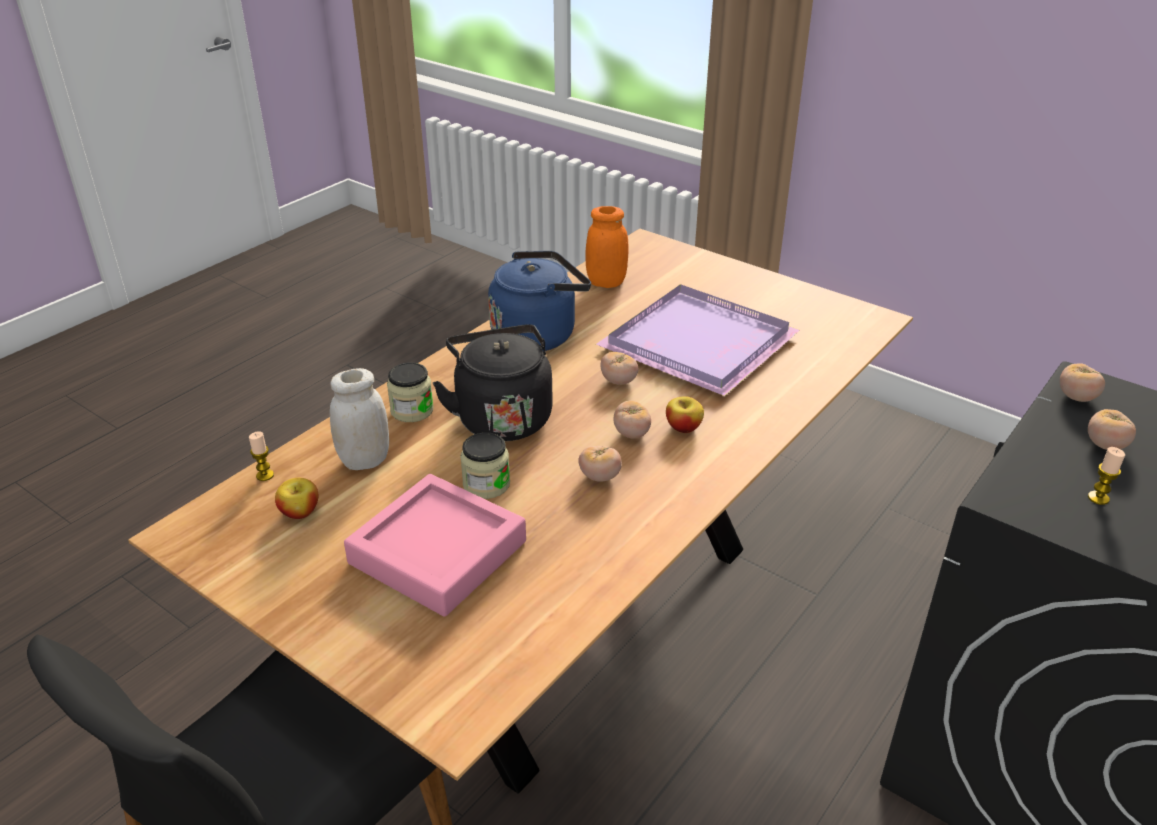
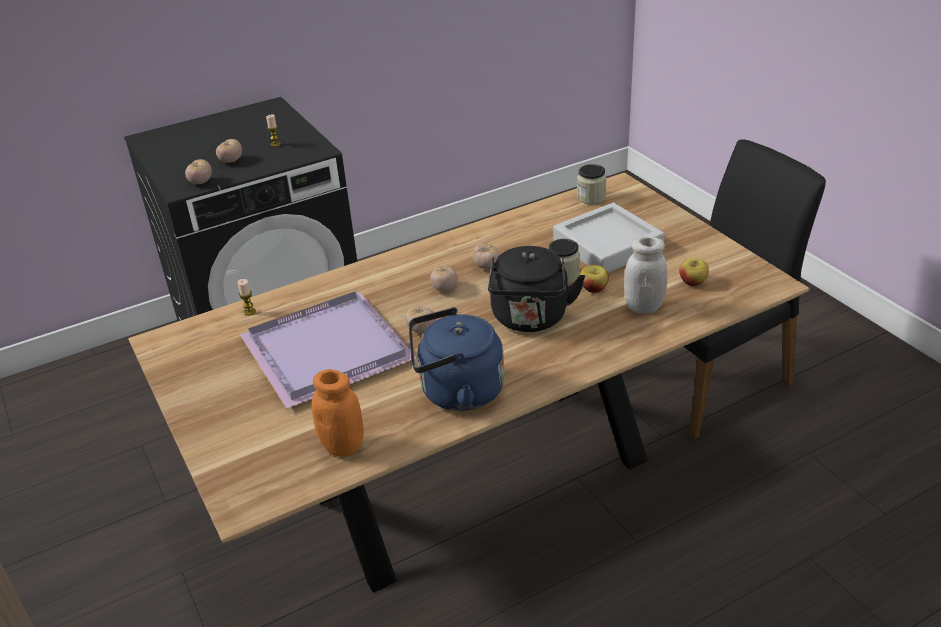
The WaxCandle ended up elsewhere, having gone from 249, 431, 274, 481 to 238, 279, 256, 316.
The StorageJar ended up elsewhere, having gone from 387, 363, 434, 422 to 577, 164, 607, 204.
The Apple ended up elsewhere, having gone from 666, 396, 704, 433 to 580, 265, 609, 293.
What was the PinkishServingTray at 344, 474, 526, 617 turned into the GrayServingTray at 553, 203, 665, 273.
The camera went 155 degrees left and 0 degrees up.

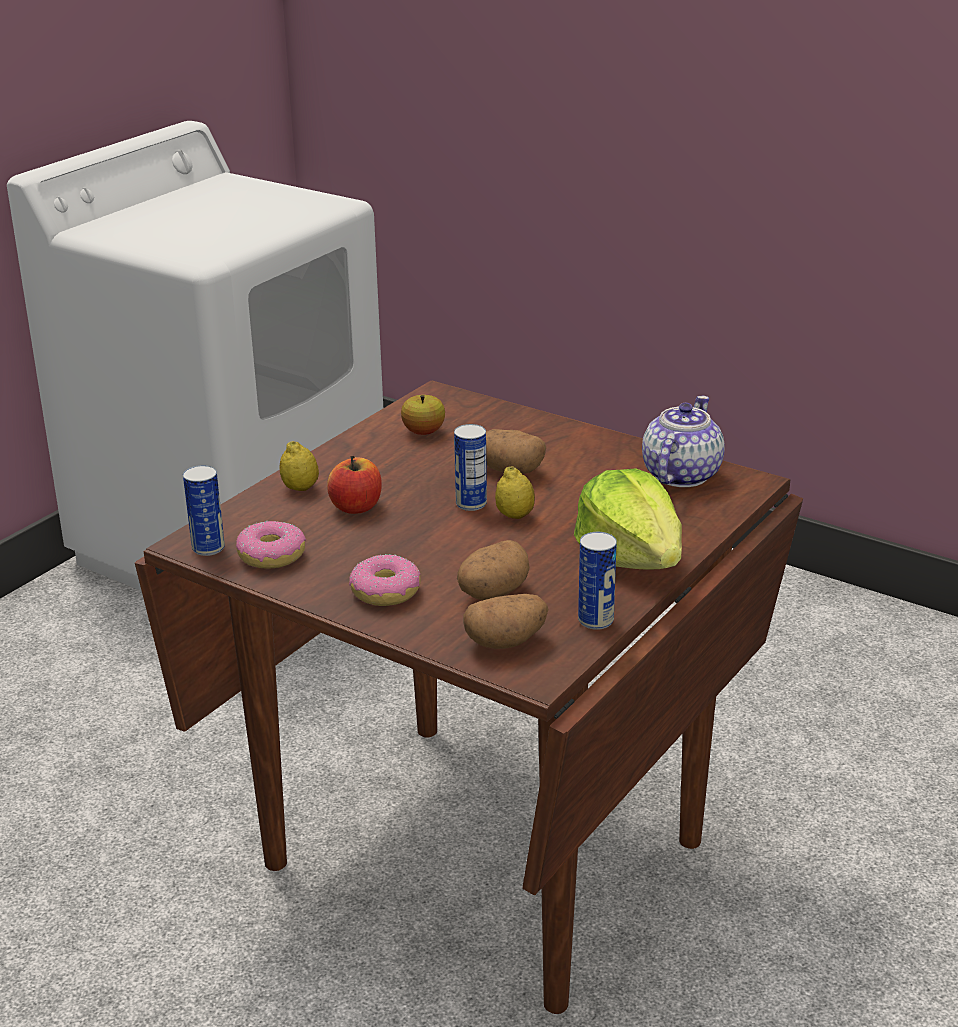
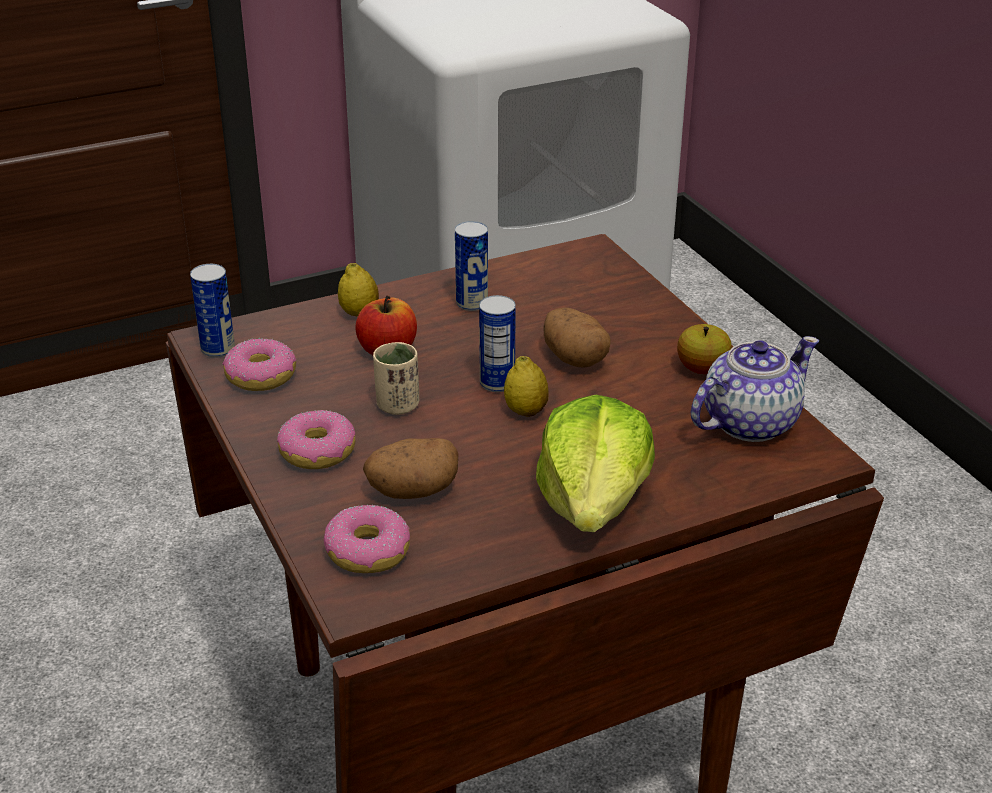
The second view gained the BeigeDrinkingCup at 373, 342, 419, 415.
The Apple ended up elsewhere, having gone from 401, 395, 445, 435 to 677, 324, 732, 374.
The Can ended up elsewhere, having gone from 578, 532, 617, 630 to 455, 221, 488, 311.
Where the Potato stood at 463, 594, 548, 649, the Doughnut came to stand at 324, 505, 410, 573.
The camera went 30 degrees right and 5 degrees up.

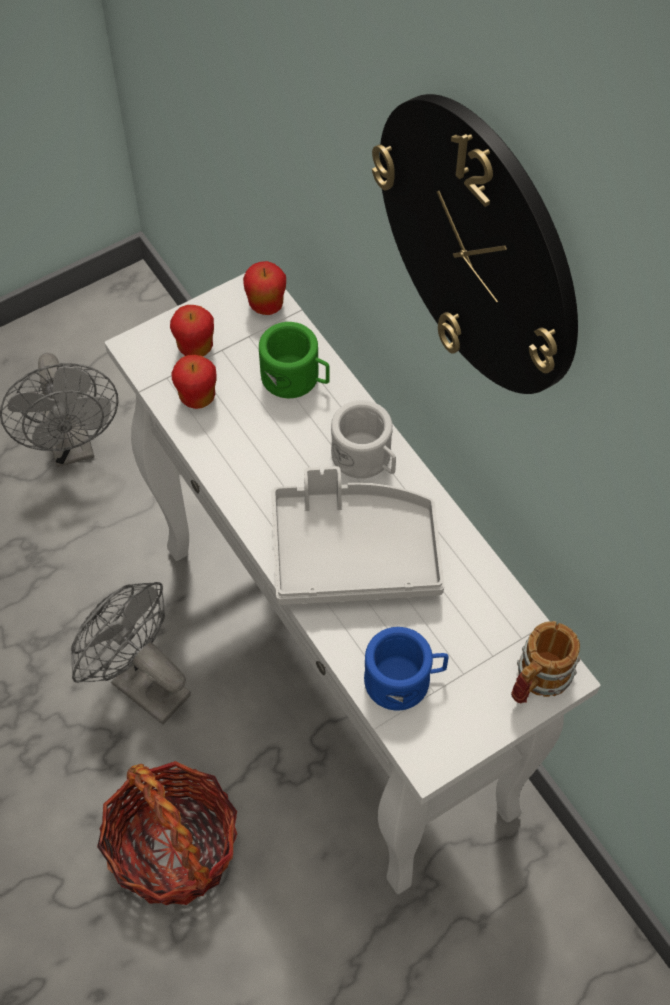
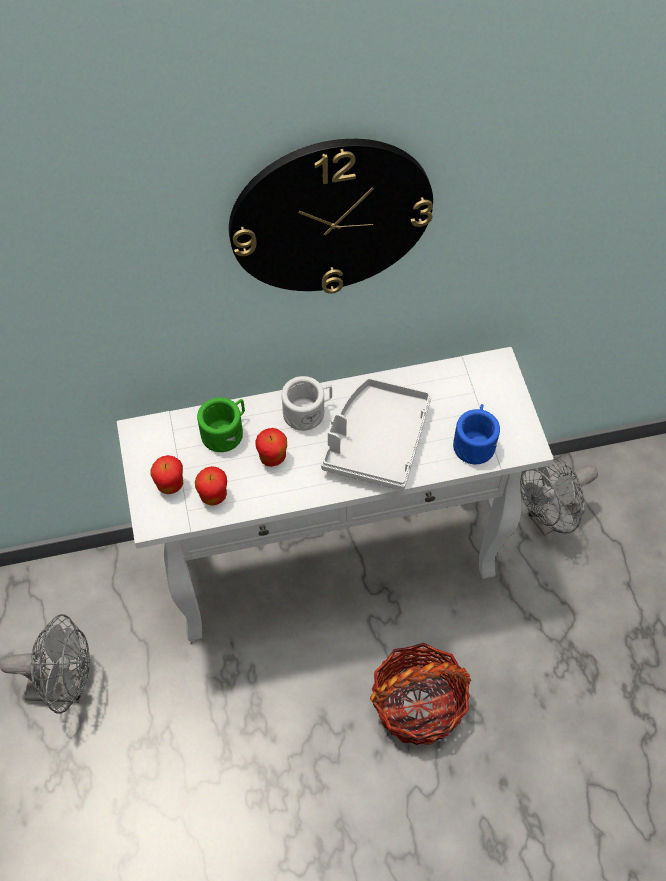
The second view lost the CoffeeMug at 511, 621, 580, 703.
The GrayCoolingFan ended up elsewhere, having gone from 71, 582, 191, 725 to 520, 455, 598, 536.
The Apple ended up elsewhere, having gone from 243, 261, 286, 315 to 255, 428, 287, 467.
The camera went 70 degrees left and 0 degrees up.

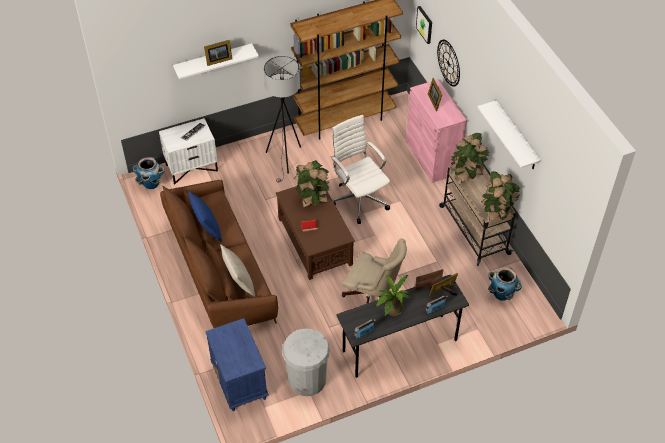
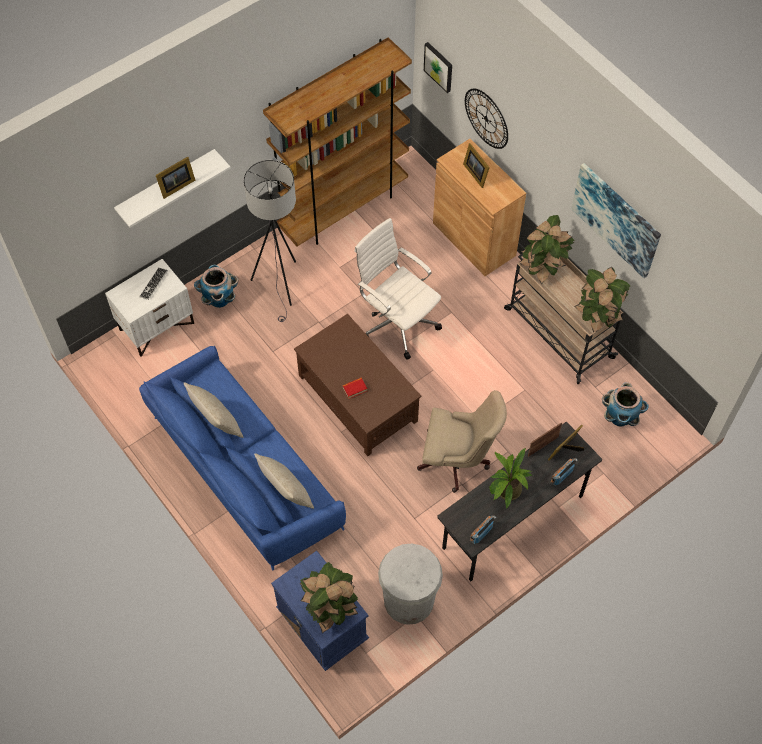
The Planter ended up elsewhere, having gone from 132, 157, 164, 189 to 194, 265, 238, 308.
The PlantInAPot ended up elsewhere, having gone from 293, 160, 329, 208 to 300, 562, 358, 633.
Where the WhiteColouredBracketShelf hung at 477, 101, 541, 169, the Picture came to hang at 571, 163, 661, 278.
What was the BrownColouredSettee at 160, 180, 278, 328 turned into the BlueColouredSettee at 139, 346, 346, 570.
What was the BlueColouredPillow at 188, 191, 222, 242 turned into the BeigePillow at 184, 382, 243, 438.
What was the PinkishStorageCabinet at 406, 80, 467, 183 turned into the BrownColouredStorageCabinet at 433, 139, 526, 276.
The camera went 15 degrees left and 10 degrees up.

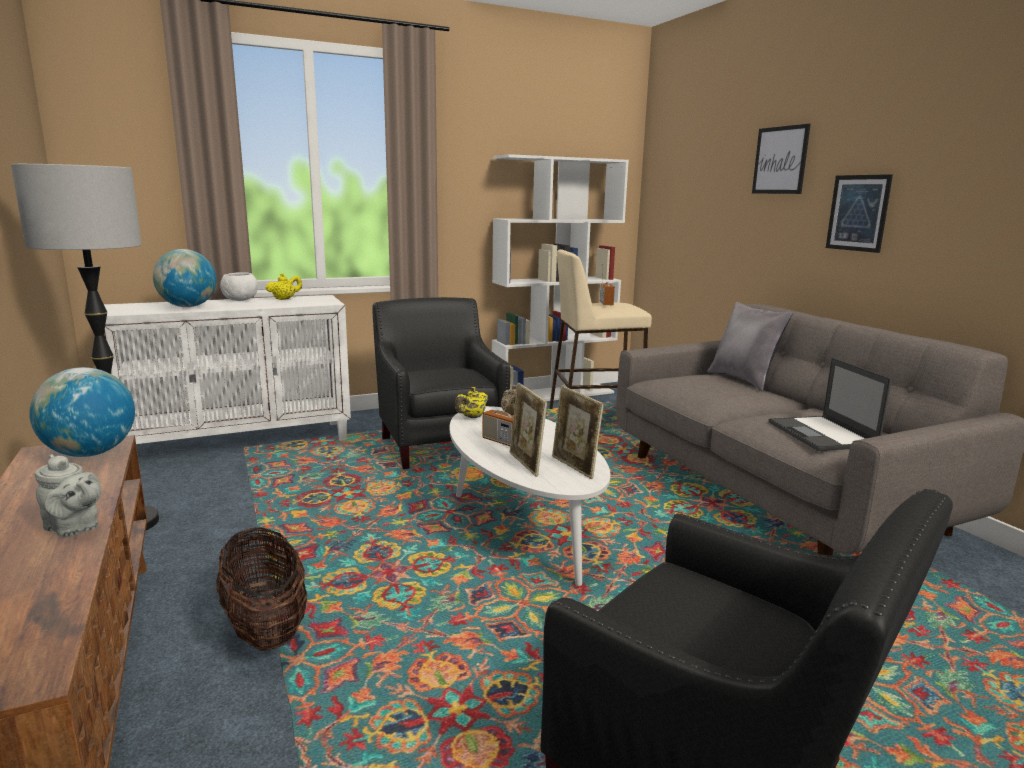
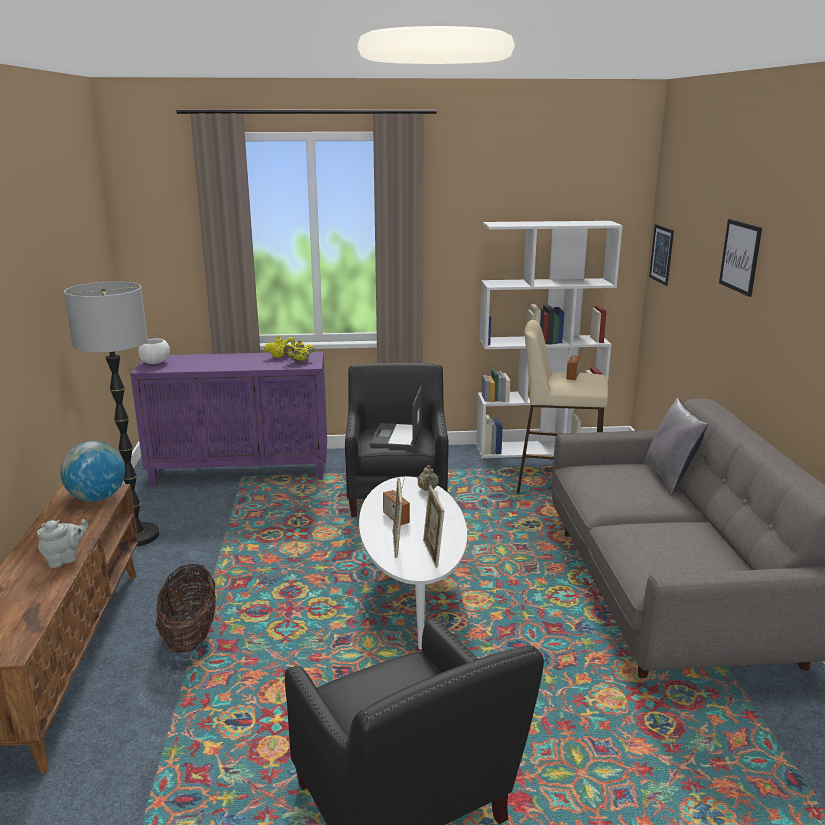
The second view lost the Globe at 153, 249, 216, 307.
The WhiteColouredDeepDish ended up elsewhere, having gone from 220, 272, 258, 301 to 138, 338, 170, 364.
The YellowColouredPotForTea ended up elsewhere, having gone from 455, 387, 488, 418 to 284, 340, 314, 362.
The NotebookComputer ended up elsewhere, having gone from 769, 358, 892, 451 to 370, 386, 422, 448.
The Picture ended up elsewhere, having gone from 826, 174, 893, 253 to 649, 224, 674, 286.
What was the WhiteColouredStorageCabinet at 104, 295, 351, 444 turned into the PurpleColouredStorageCabinet at 130, 351, 327, 486.
The GrayPotForTea at 35, 454, 101, 536 ended up facing another way, 90 degrees counterclockwise from before.
The camera went 20 degrees right and 5 degrees up.

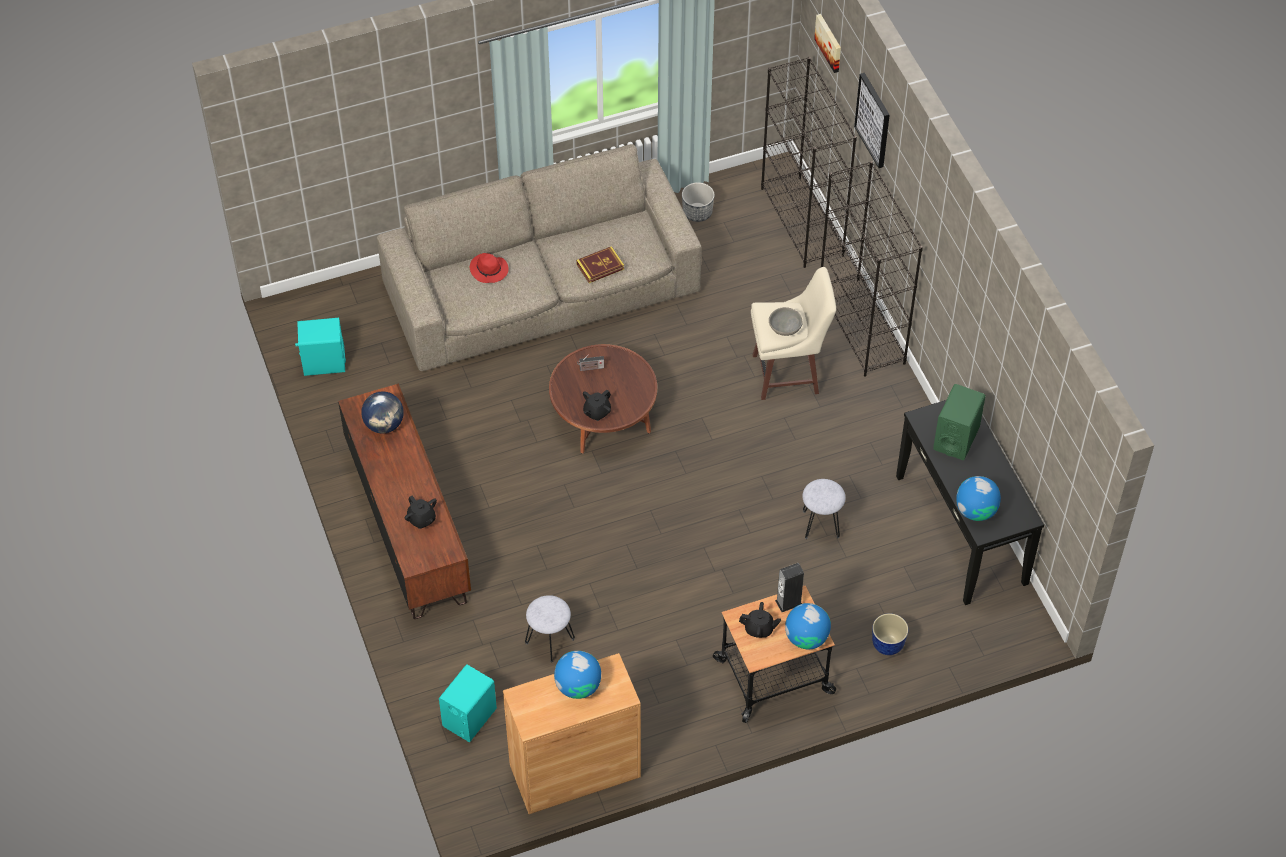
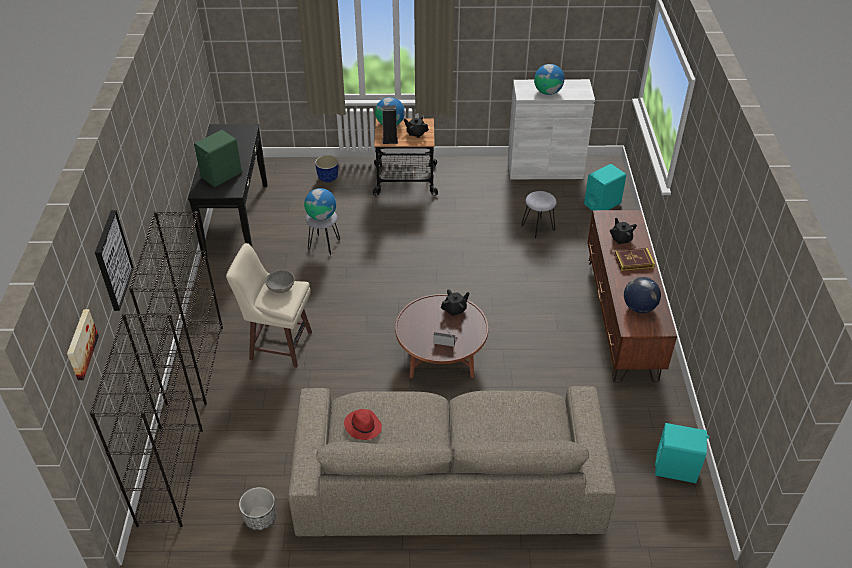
The RedWearableHat ended up elsewhere, having gone from 470, 253, 508, 283 to 344, 409, 382, 440.
The BoundBook ended up elsewhere, having gone from 576, 246, 624, 283 to 614, 248, 655, 271.
The Globe ended up elsewhere, having gone from 956, 476, 1001, 521 to 304, 188, 336, 220.
What was the BrownColouredStorageCabinet at 503, 653, 641, 814 turned into the WhiteColouredStorageCabinet at 508, 79, 595, 179.
The camera went 160 degrees left and 10 degrees down.

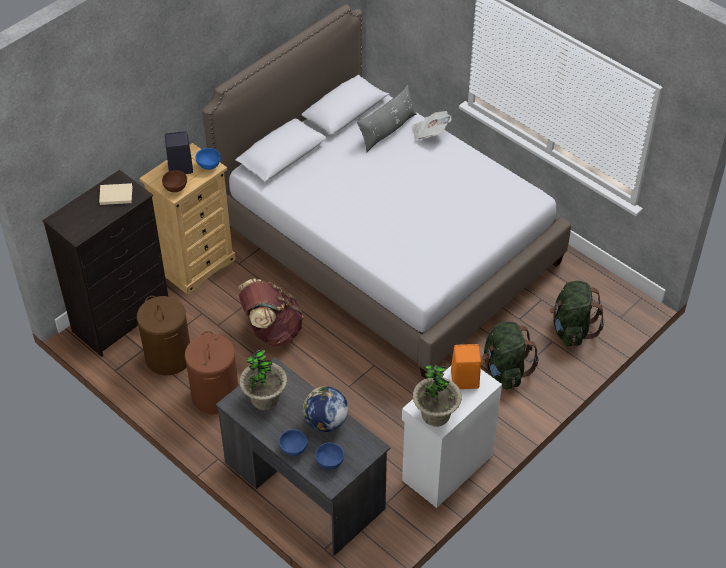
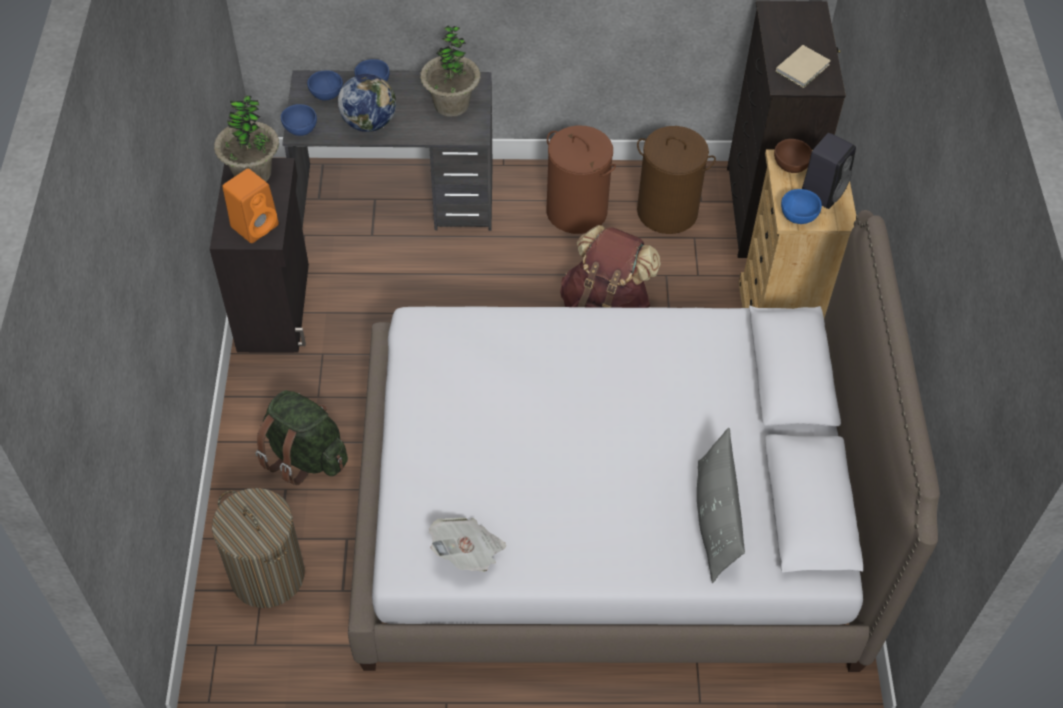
The second view gained the BlueColouredDeepDish at 281, 104, 317, 136.
The Newspaper ended up elsewhere, having gone from 412, 111, 451, 140 to 429, 518, 506, 572.
Where the GreenRucksack stood at 549, 281, 605, 346, the Hamper came to stand at 212, 488, 305, 608.
What was the WhiteColouredStorageCabinet at 402, 366, 502, 508 turned into the BlackishStorageCabinet at 210, 158, 309, 353.
The camera went 135 degrees right and 5 degrees up.

